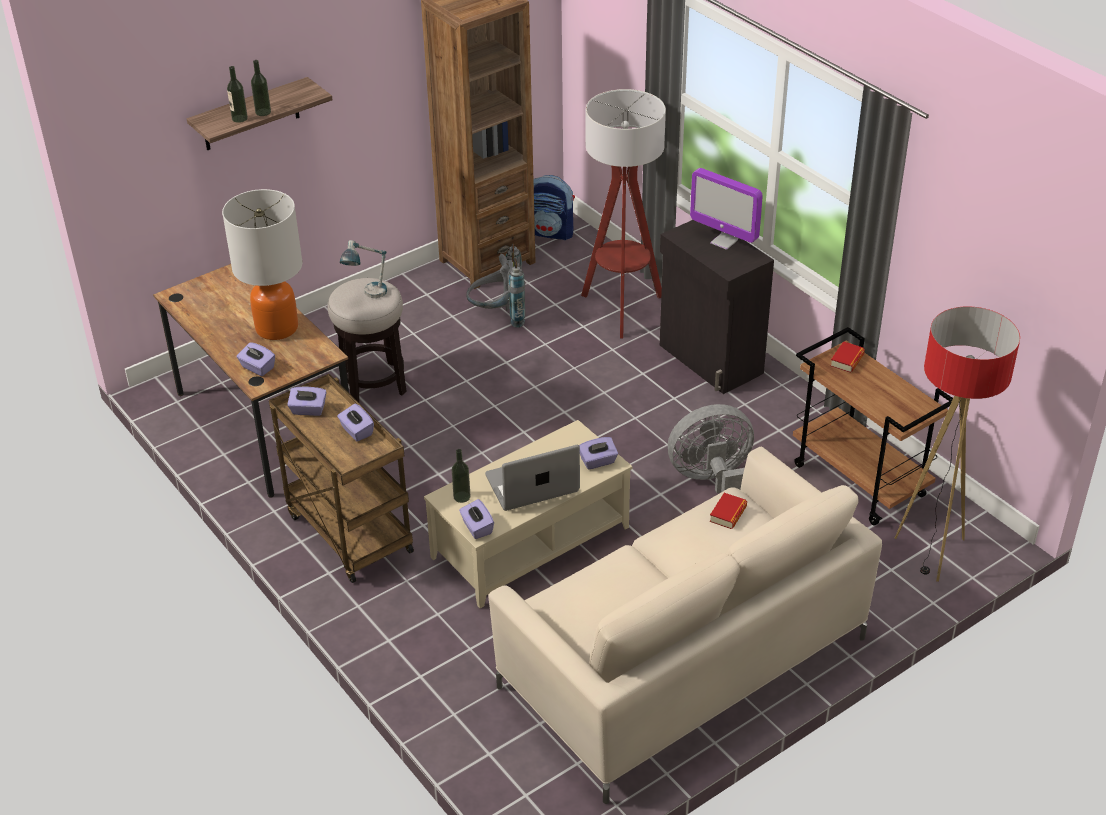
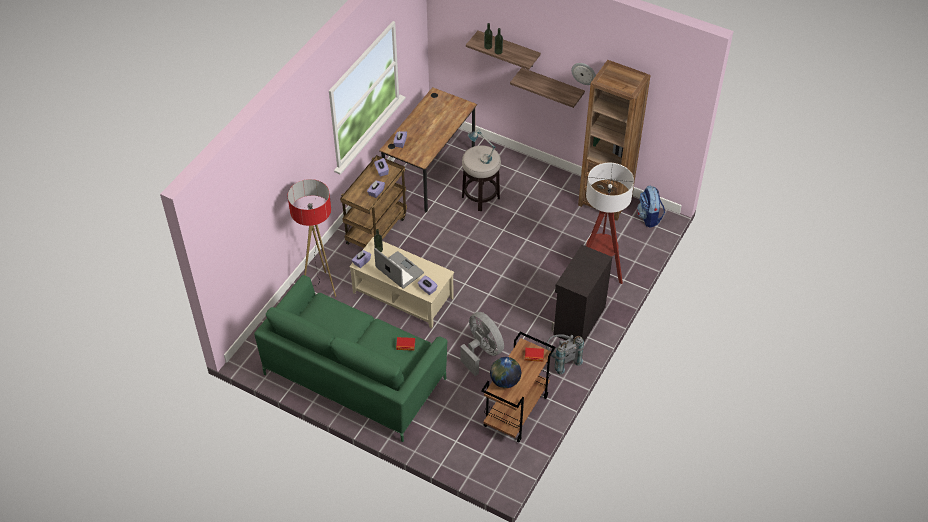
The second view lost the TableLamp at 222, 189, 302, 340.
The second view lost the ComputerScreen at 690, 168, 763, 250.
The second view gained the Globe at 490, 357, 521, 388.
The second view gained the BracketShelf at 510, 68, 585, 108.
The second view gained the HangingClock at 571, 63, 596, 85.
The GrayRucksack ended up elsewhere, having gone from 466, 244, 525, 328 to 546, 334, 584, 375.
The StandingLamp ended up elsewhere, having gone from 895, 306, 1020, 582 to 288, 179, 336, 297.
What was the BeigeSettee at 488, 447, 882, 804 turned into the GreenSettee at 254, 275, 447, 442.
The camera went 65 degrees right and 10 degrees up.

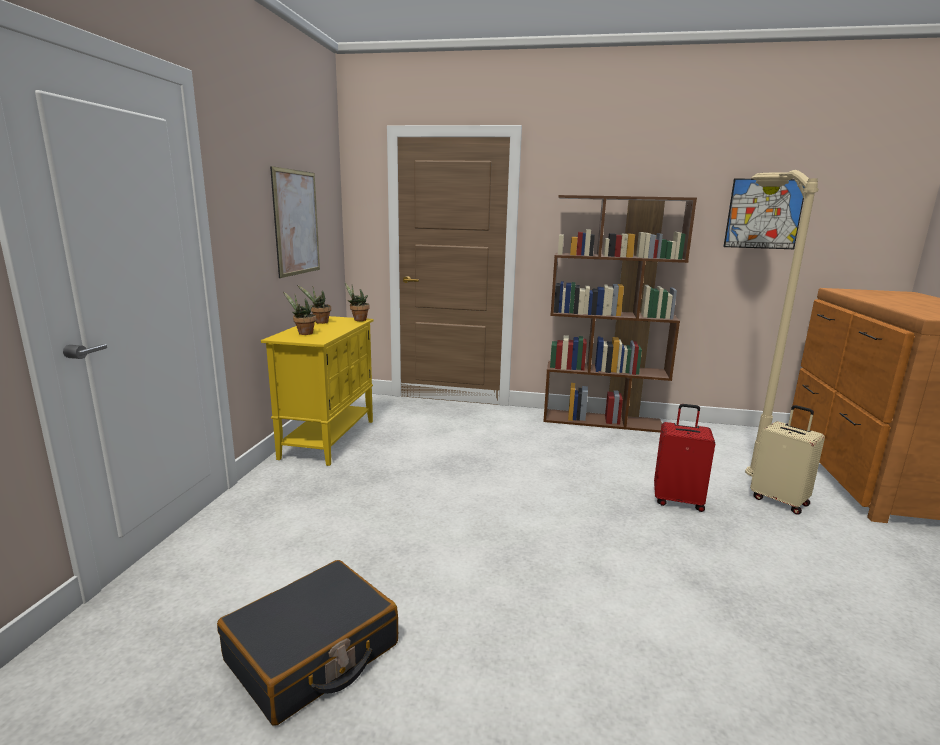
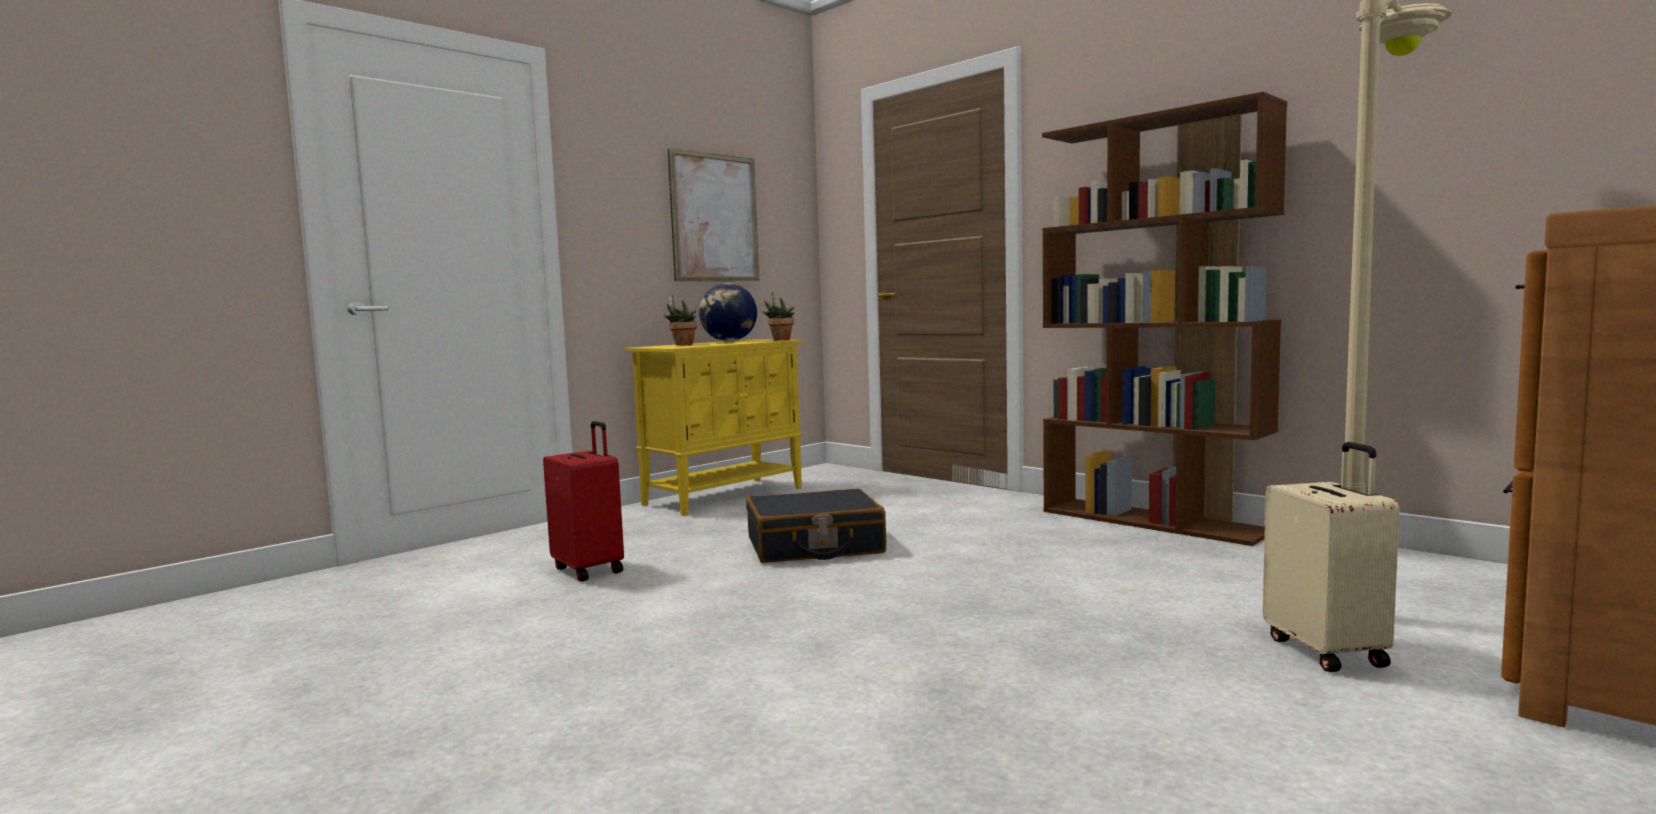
The second view lost the Picture at 723, 179, 804, 249.
The BlackishPieceOfLuggage ended up elsewhere, having gone from 217, 560, 398, 726 to 746, 489, 886, 563.
The RedPieceOfLuggage ended up elsewhere, having gone from 654, 404, 715, 512 to 543, 421, 624, 582.
Where the PlantInAPot stood at 297, 285, 331, 324, the Globe came to stand at 699, 283, 757, 342.
The camera went 35 degrees right and 10 degrees down.

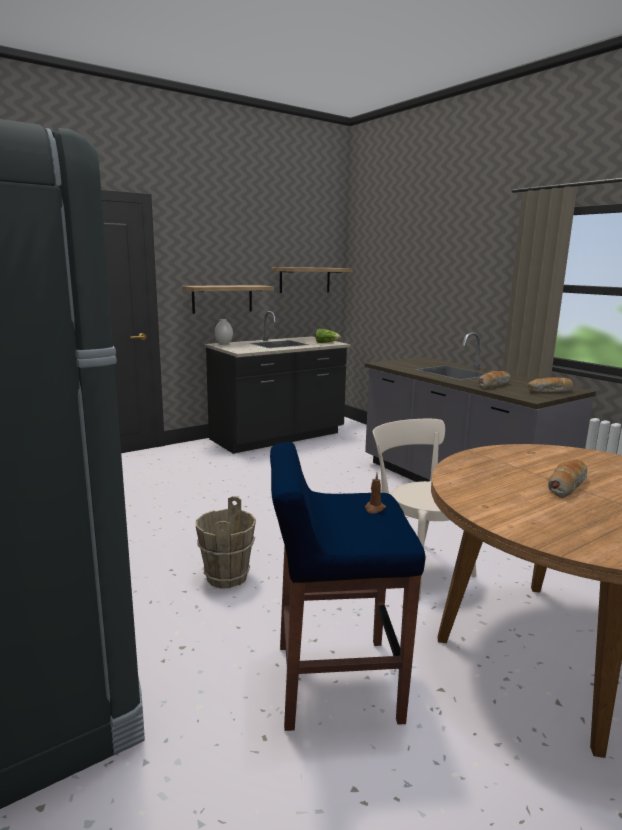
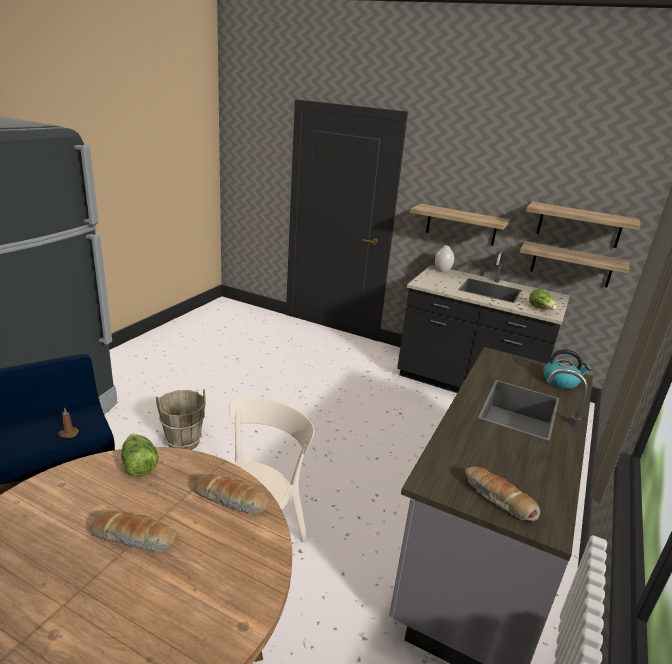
The second view gained the Lettuce at 121, 434, 158, 477.
The second view gained the BracketShelf at 520, 241, 630, 287.
The second view gained the Kettle at 543, 349, 592, 389.
The BakedBread ended up elsewhere, having gone from 478, 371, 510, 389 to 194, 474, 270, 515.
The camera went 60 degrees right and 10 degrees up.

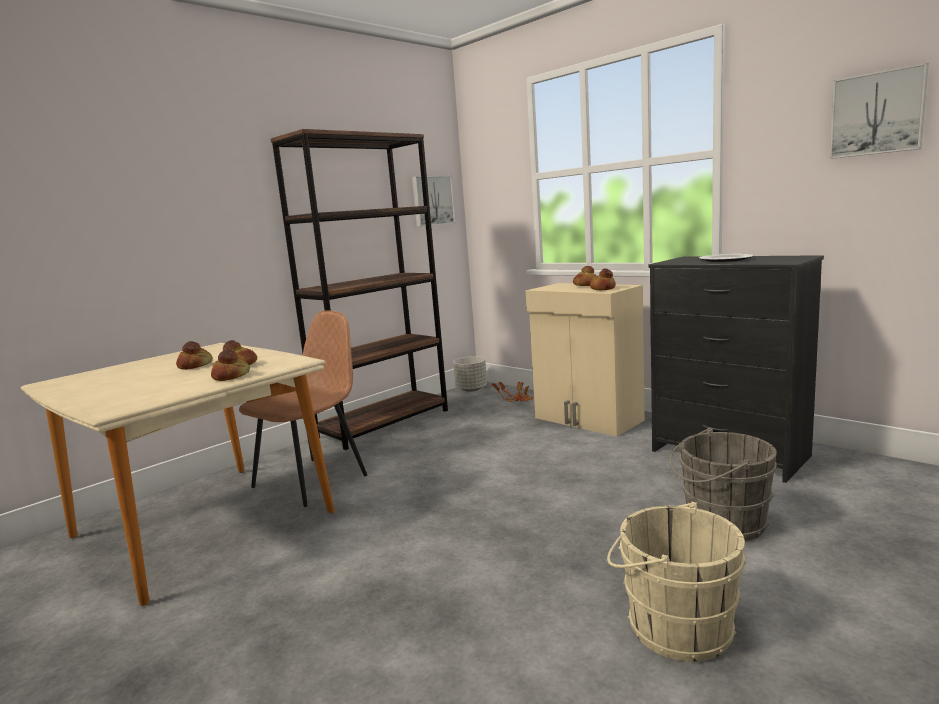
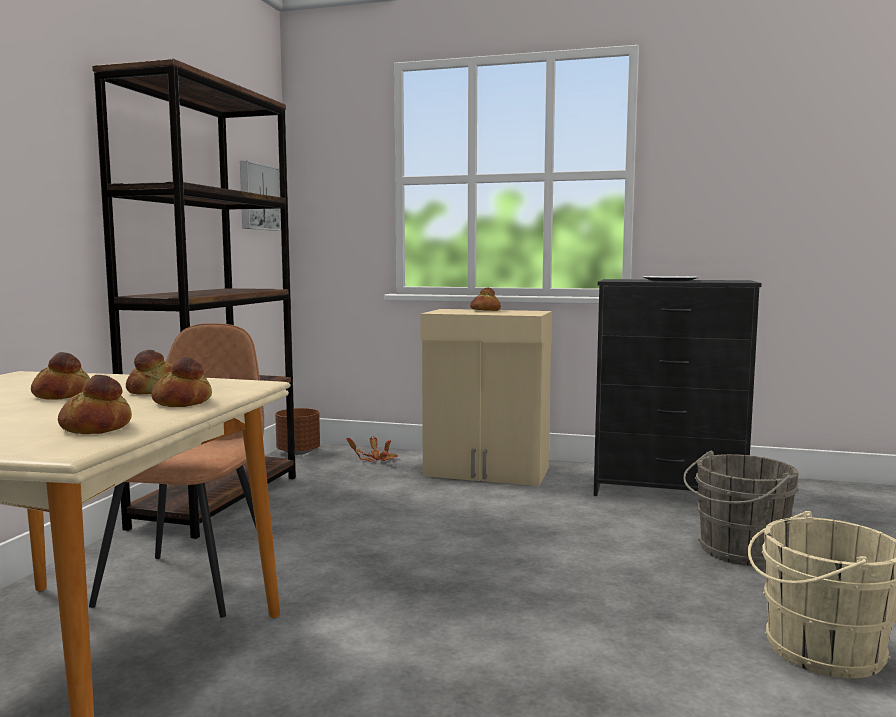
The second view lost the Picture at 830, 63, 929, 159.
The BakedBread ended up elsewhere, having gone from 590, 268, 616, 290 to 58, 375, 132, 434.
What was the GrayPlanter at 453, 356, 487, 392 turned into the BrownColouredPlanter at 275, 408, 320, 455.
The camera went 30 degrees left and 5 degrees down.

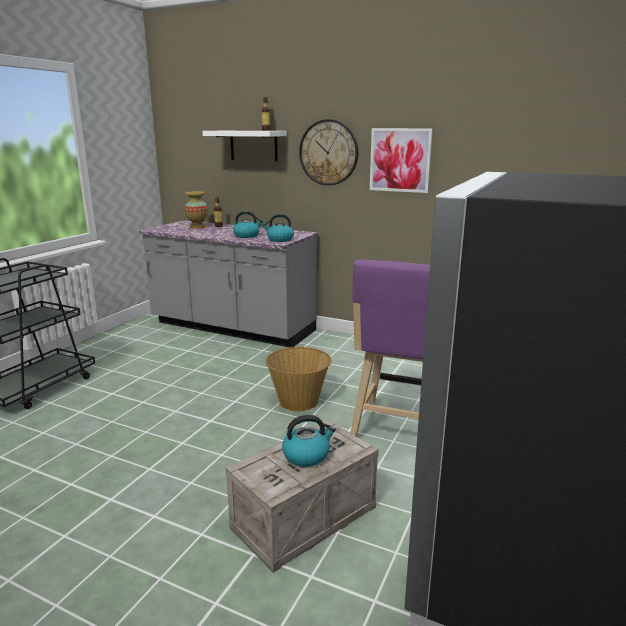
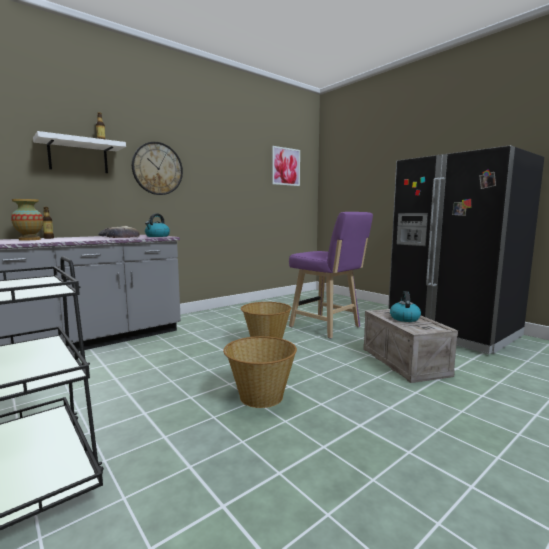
The second view gained the Basket at 223, 336, 297, 408.
The Picture ended up elsewhere, having gone from 370, 128, 433, 193 to 272, 146, 300, 186.
Where the Kettle stood at 233, 211, 263, 238, the BakedBread came to stand at 98, 226, 140, 238.
The camera went 65 degrees left and 10 degrees down.

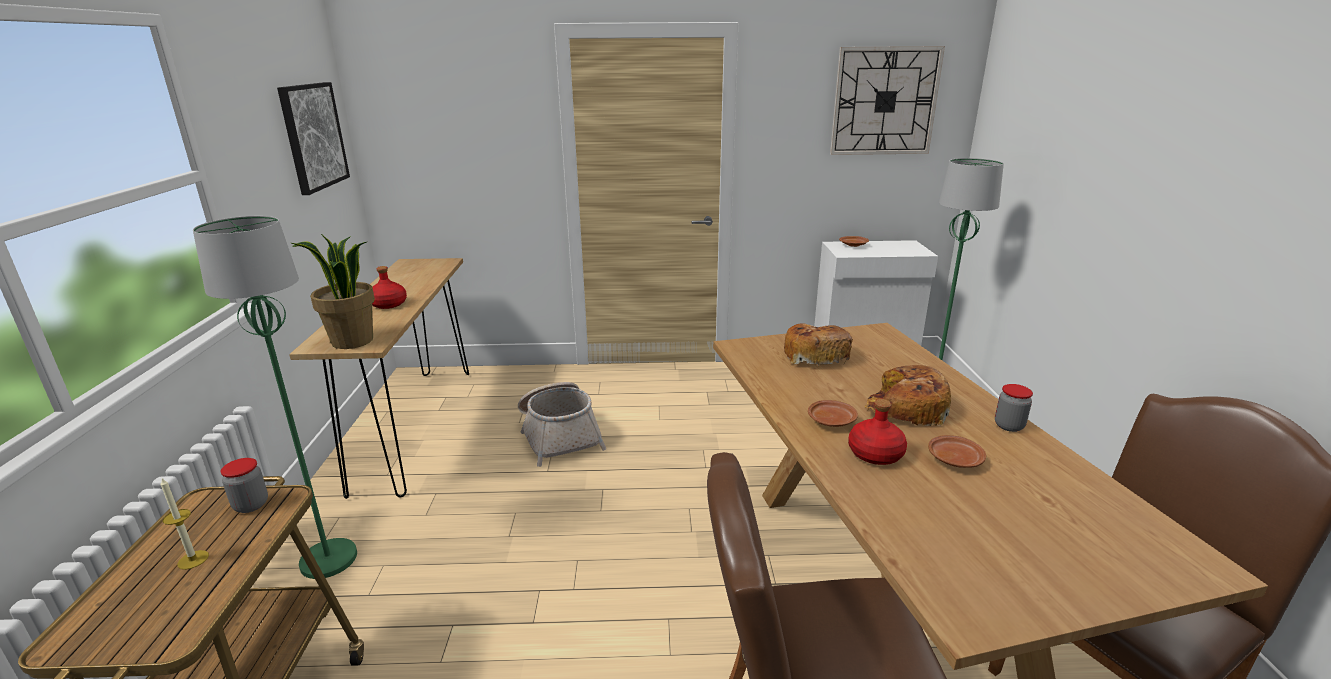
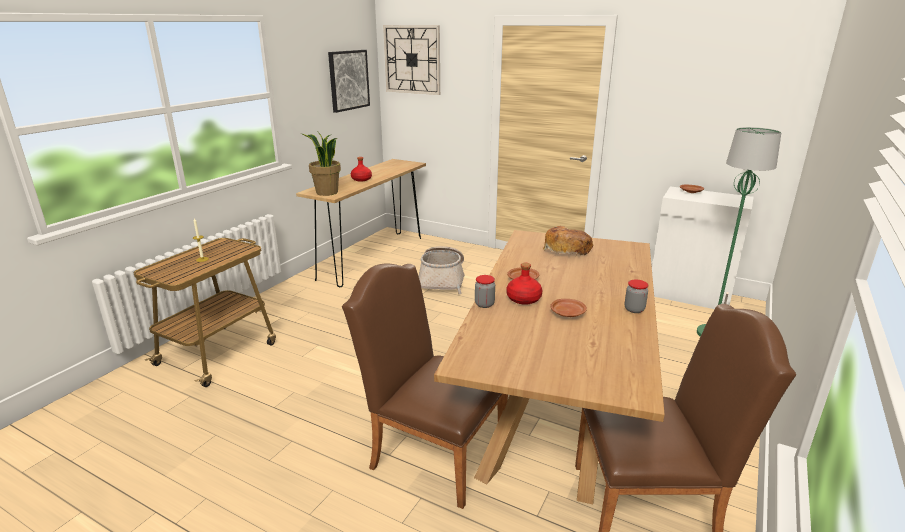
The second view lost the GreenStandingLamp at 193, 216, 357, 579.
The second view lost the BakedBread at 865, 365, 951, 426.
The StorageJar ended up elsewhere, having gone from 221, 458, 268, 513 to 475, 275, 495, 308.
The HangingClock ended up elsewhere, having gone from 830, 46, 945, 155 to 383, 25, 440, 95.
The camera went 30 degrees right and 0 degrees up.

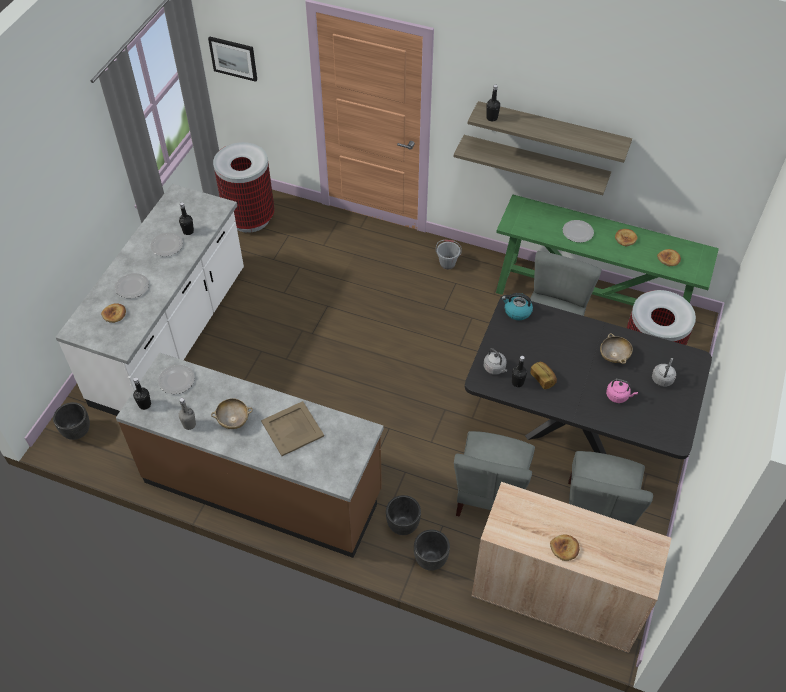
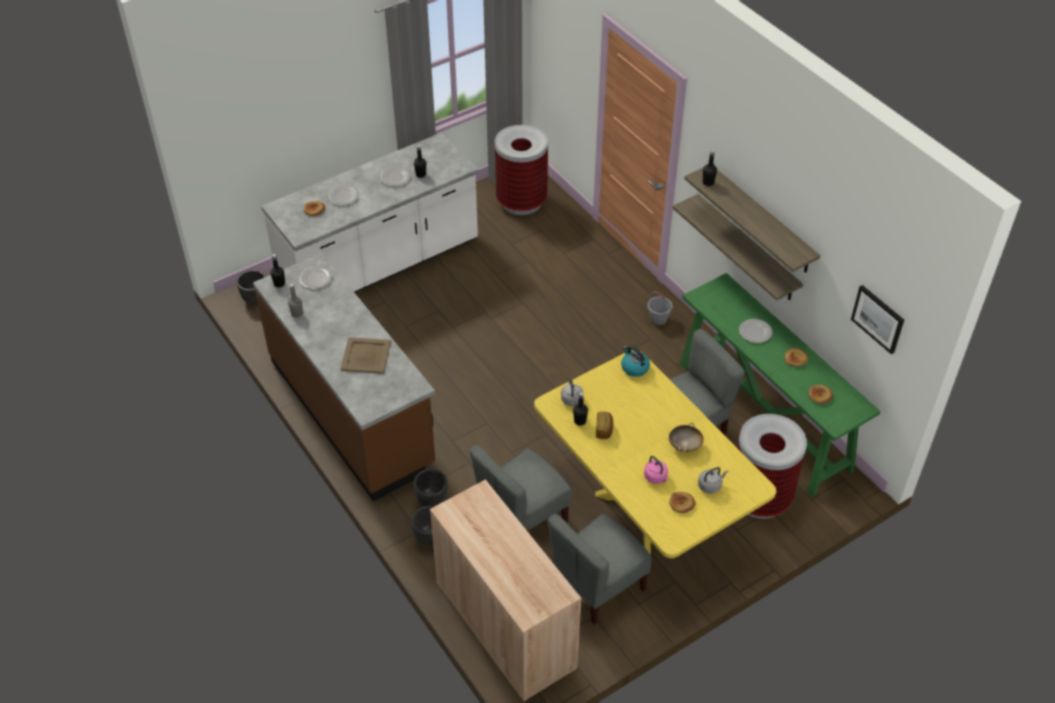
The second view lost the BeigeDeepDish at 211, 398, 253, 429.
The Picture ended up elsewhere, having gone from 208, 37, 257, 82 to 851, 285, 904, 354.
The BakedBread ended up elsewhere, having gone from 550, 534, 580, 561 to 669, 492, 696, 513.
What was the BlackishKitchenTable at 465, 295, 712, 459 turned into the YellowColouredKitchenTable at 534, 350, 776, 558.
The camera went 35 degrees right and 5 degrees down.

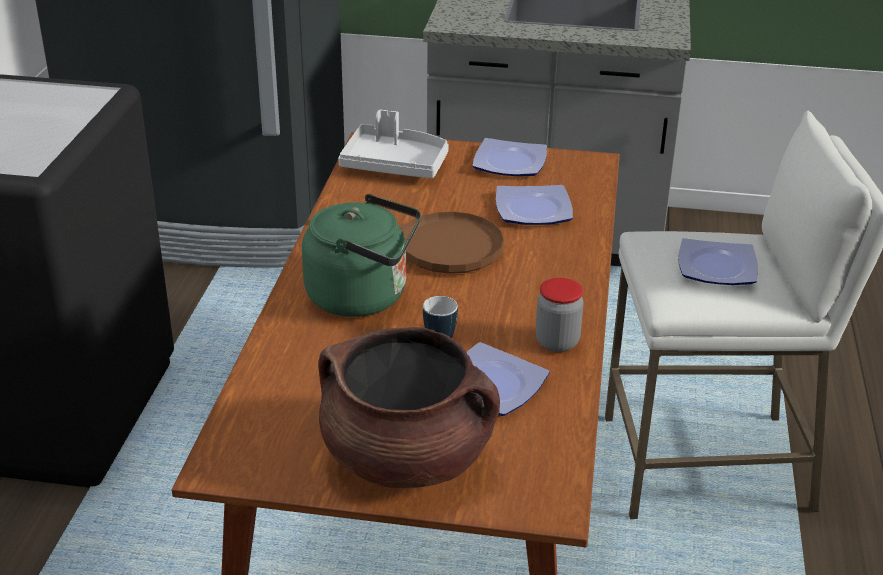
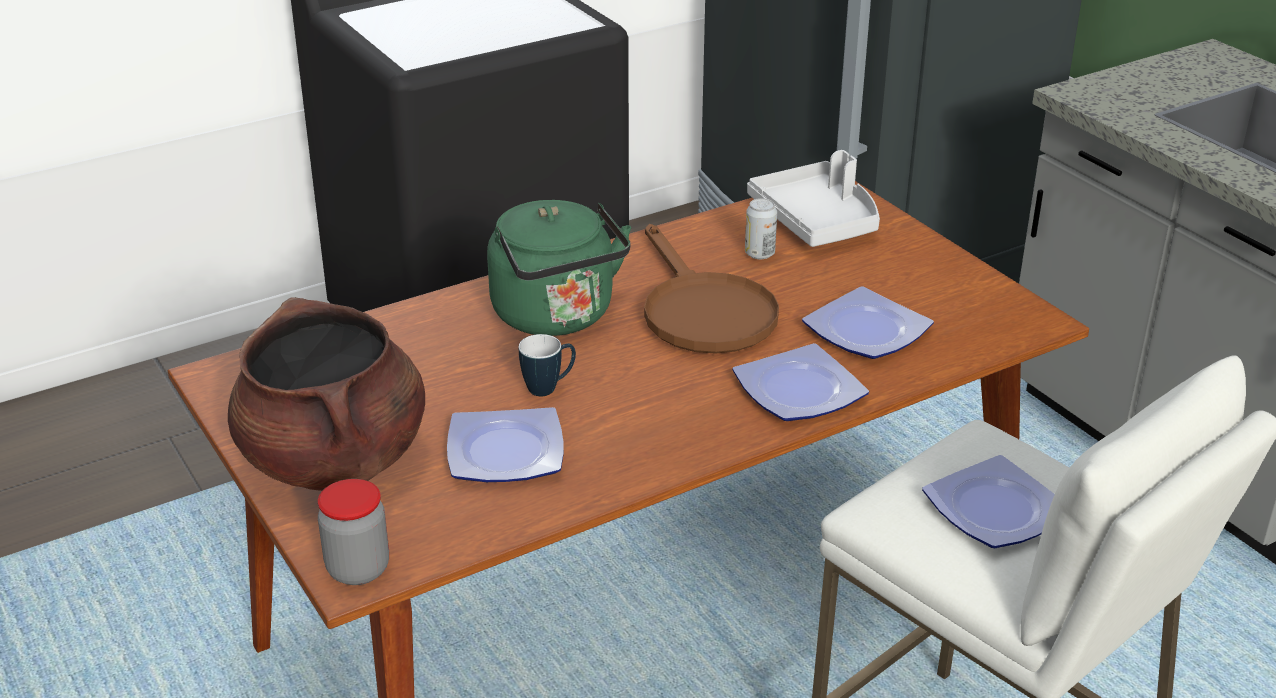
The second view gained the Can at 745, 198, 777, 259.
The FlatDish ended up elsewhere, having gone from 473, 138, 547, 176 to 733, 343, 869, 421.
The StorageJar ended up elsewhere, having gone from 536, 278, 584, 352 to 318, 479, 389, 585.
The camera went 50 degrees right and 0 degrees up.

